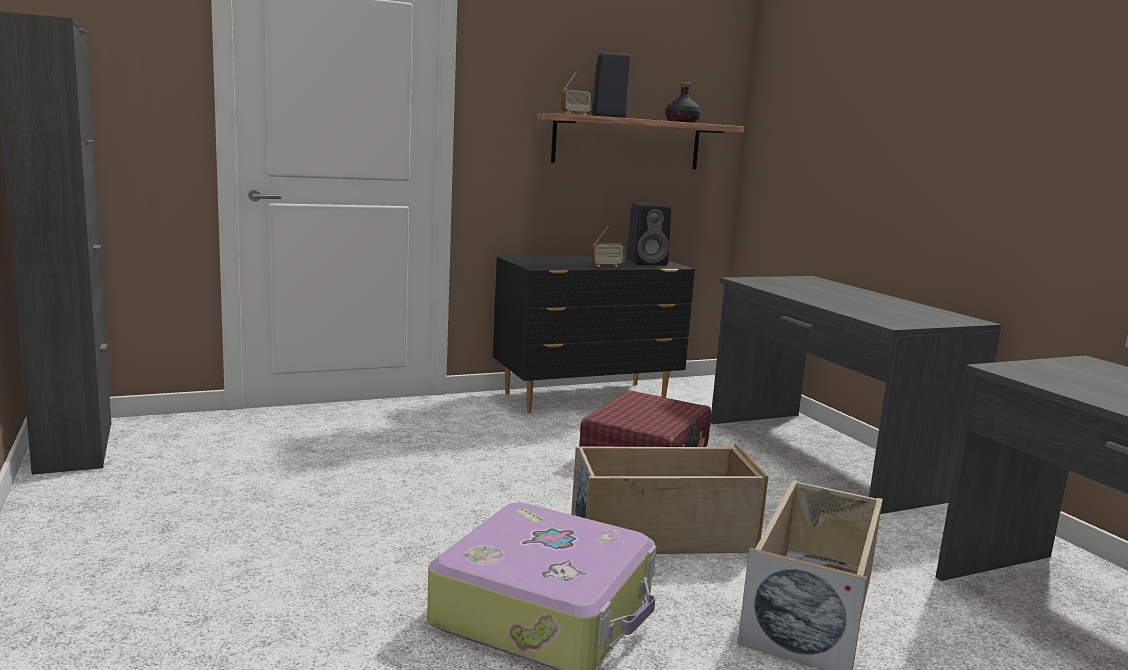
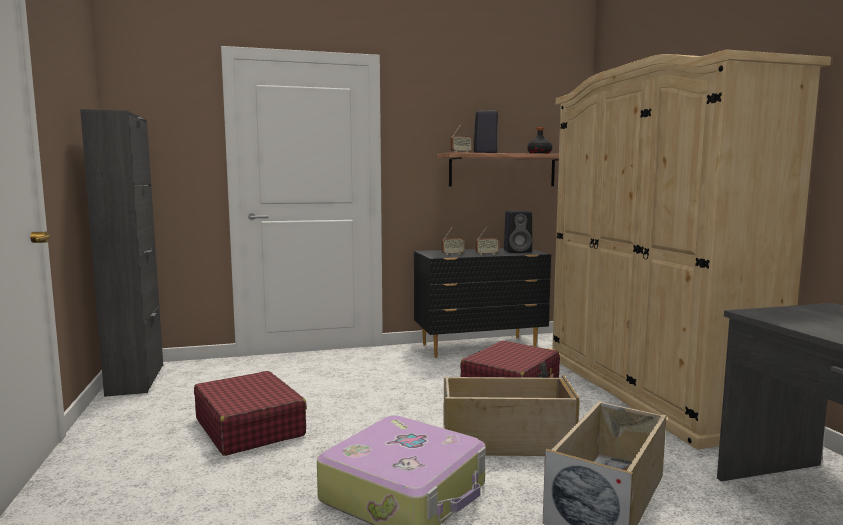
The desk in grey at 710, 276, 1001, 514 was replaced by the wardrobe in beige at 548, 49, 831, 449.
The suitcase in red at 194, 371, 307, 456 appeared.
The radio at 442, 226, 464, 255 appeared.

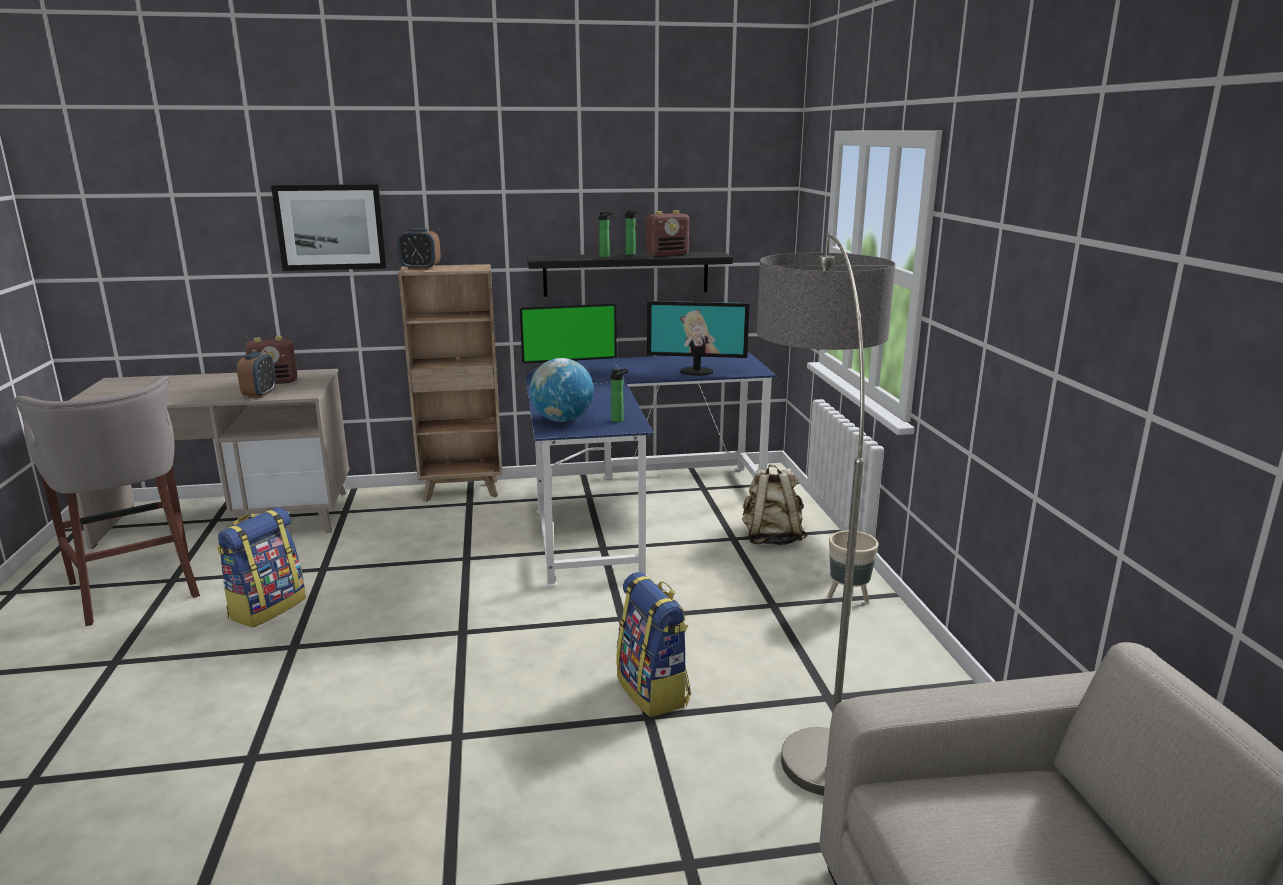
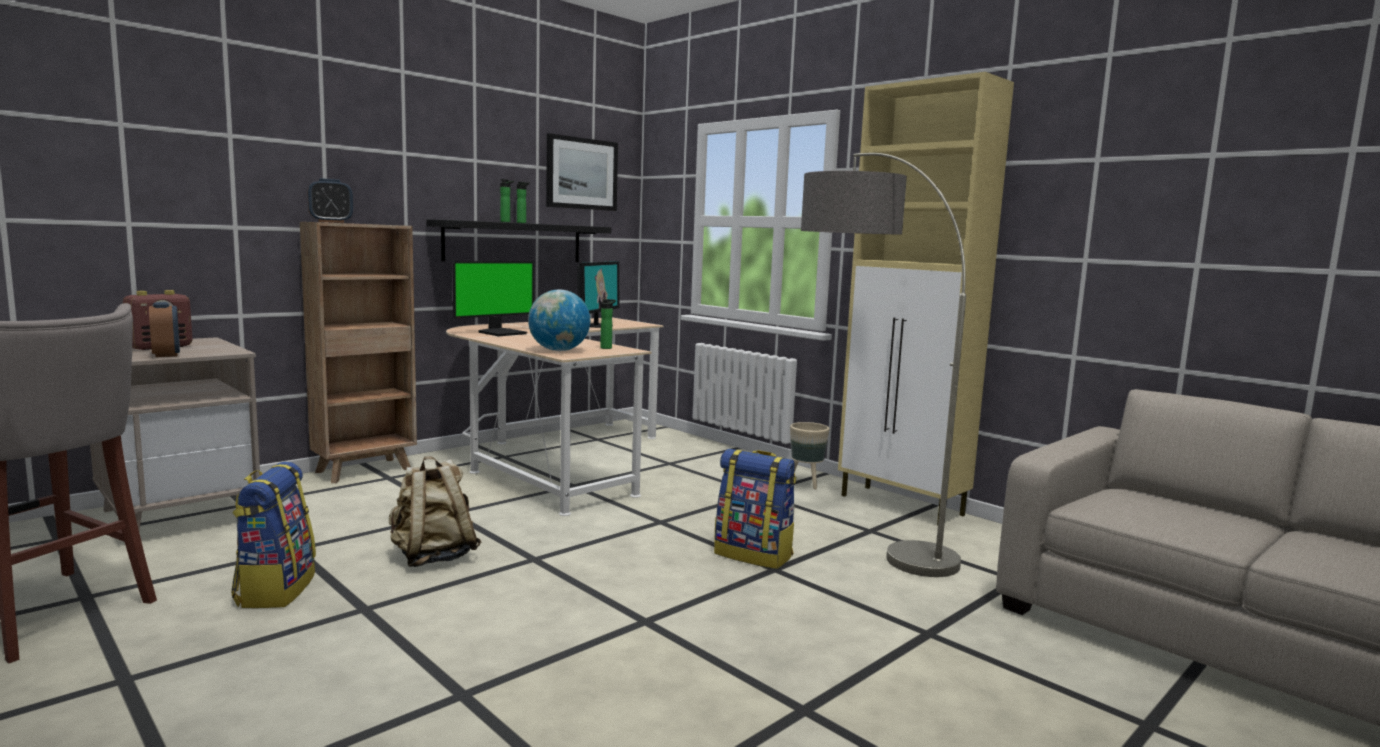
The picture moved from 271, 184, 387, 271 to 546, 133, 618, 211.
The desk in blue at 526, 353, 776, 587 became the desk in beige at 446, 317, 664, 516.
The radio at 646, 210, 689, 257 disappeared.
The monitor at 647, 301, 750, 376 turned 45 degrees counterclockwise.
The backpack in beige moved from 742, 464, 807, 545 to 389, 456, 481, 567.
The cabinet in beige at 838, 72, 1014, 525 appeared.

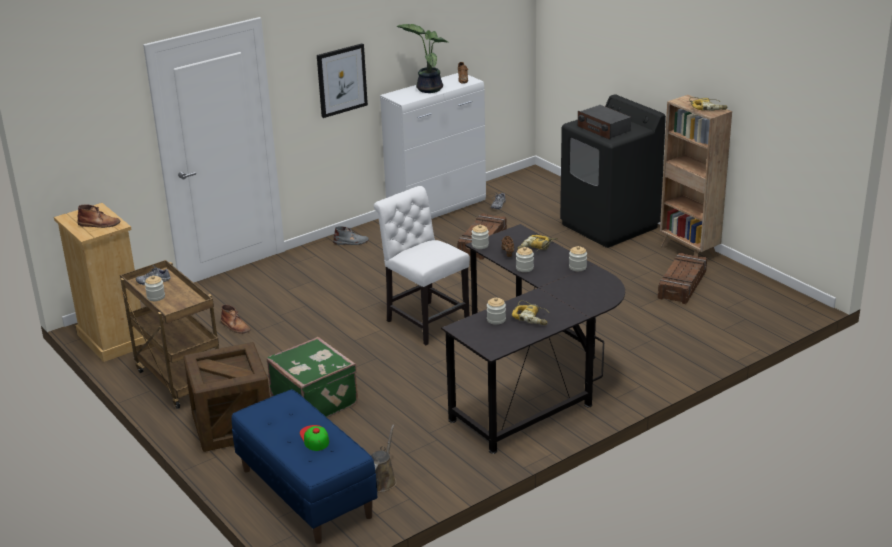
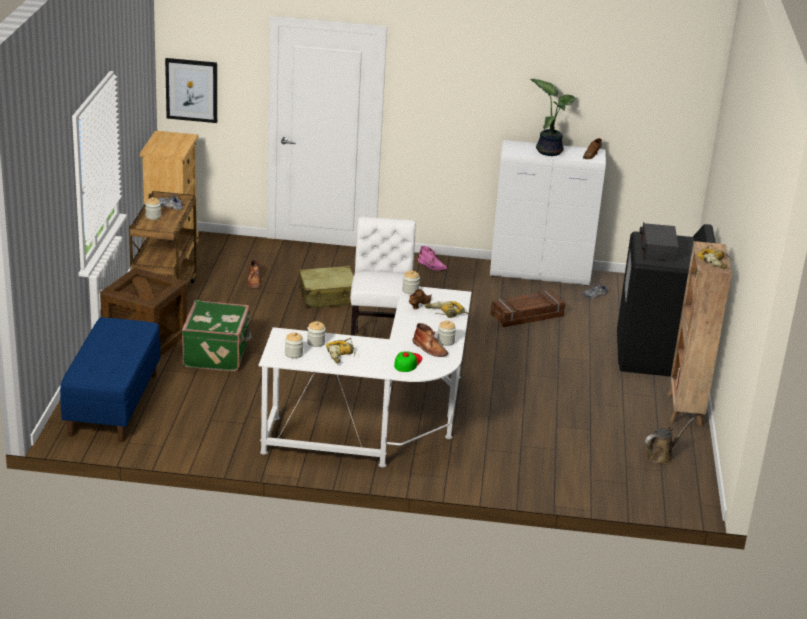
The boot in brown moved from 77, 204, 120, 228 to 413, 323, 448, 357.
The cap moved from 300, 425, 329, 451 to 394, 351, 423, 372.
The picture moved from 317, 43, 368, 118 to 165, 58, 217, 123.
The boot in grey at 333, 226, 369, 245 became the boot in pink at 417, 246, 447, 271.
The watering can in brown moved from 371, 425, 397, 492 to 644, 418, 695, 464.
The desk in black at 441, 224, 625, 454 became the desk in white at 259, 285, 471, 467.
The jar moved from 516, 247, 534, 272 to 285, 332, 304, 358.
The crate at 658, 252, 707, 304 disappeared.
The suitcase in beige at 299, 266, 354, 309 appeared.

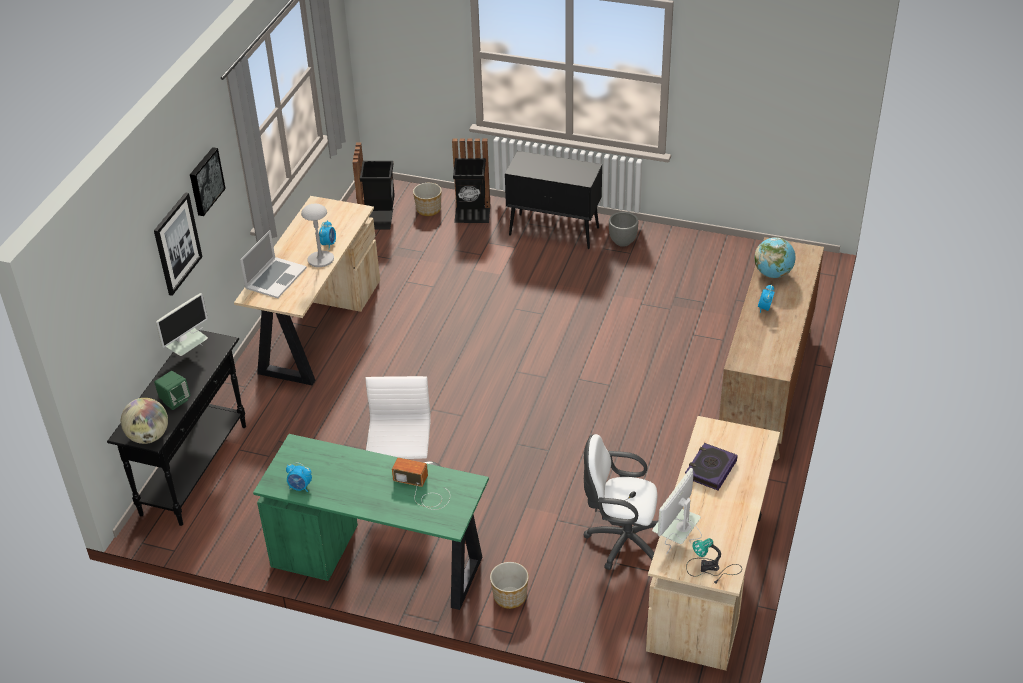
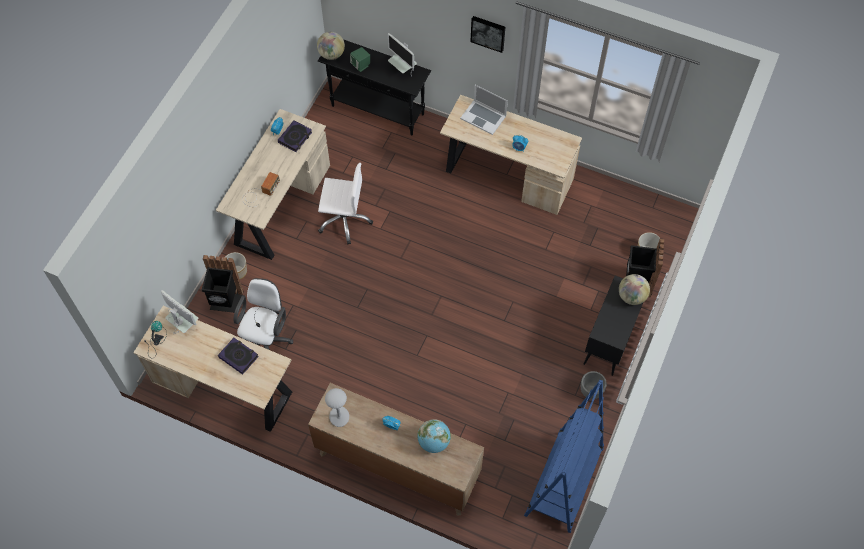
The picture at 154, 192, 202, 296 disappeared.
The desk in green at 253, 434, 489, 610 became the desk in beige at 216, 109, 330, 260.
The table lamp in grey moved from 301, 203, 334, 267 to 325, 388, 349, 427.
The trash can in black moved from 352, 143, 395, 230 to 202, 255, 243, 313.
The book at 278, 120, 312, 152 appeared.
The bookcase in blue at 524, 380, 604, 533 appeared.
The globe at 619, 274, 650, 305 appeared.

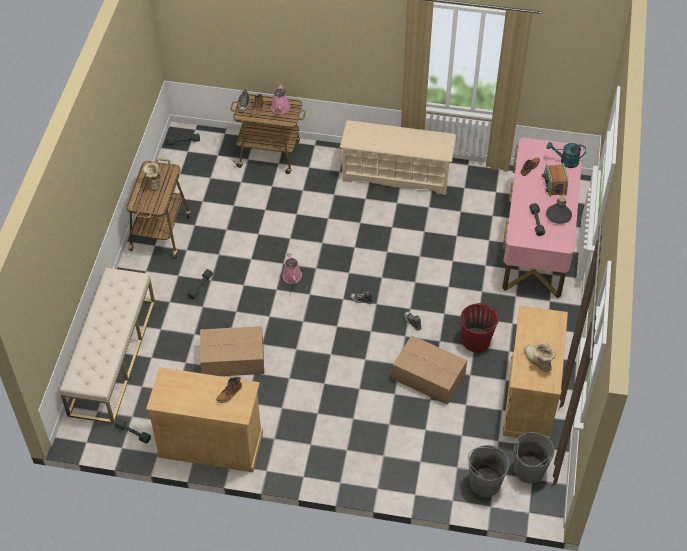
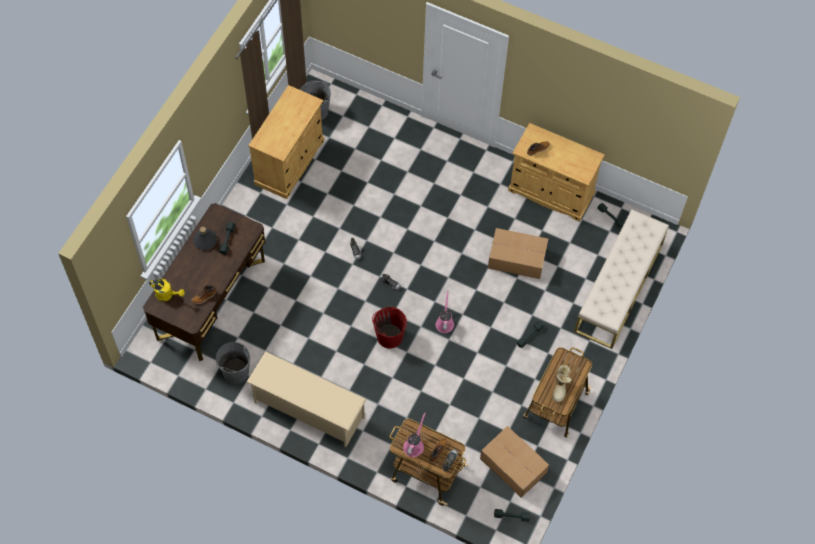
The cardboard box moved from 392, 335, 467, 405 to 480, 426, 549, 498.
The bucket in red moved from 461, 303, 500, 352 to 372, 307, 407, 349.
The bucket in grey moved from 468, 445, 509, 497 to 216, 342, 250, 384.
The desk in pink at 502, 138, 583, 298 became the desk in brown at 143, 203, 265, 361.
The boot at 524, 343, 555, 372 disappeared.
The radio at 542, 163, 568, 197 disappeared.
The watering can in turquoise at 547, 142, 586, 168 became the watering can in yellow at 149, 279, 185, 301.

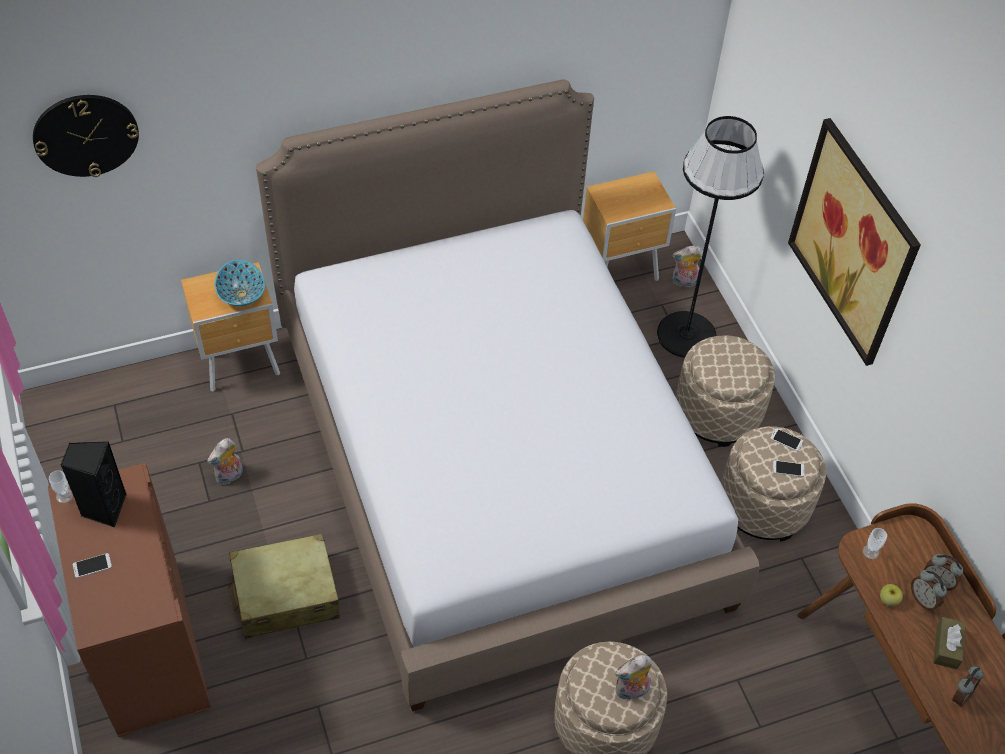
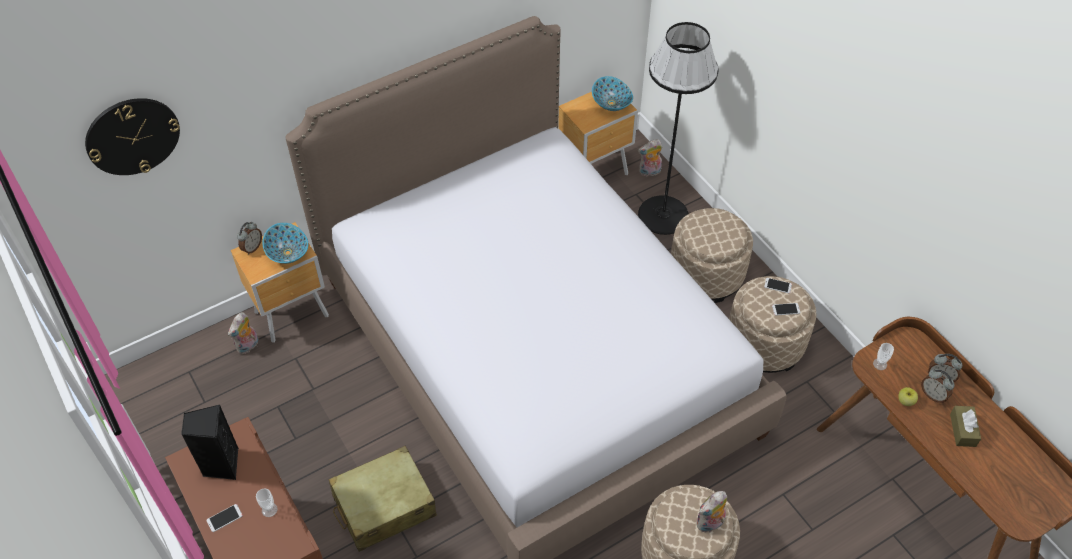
The cup moved from 49, 470, 73, 503 to 256, 488, 278, 517.
The plush toy moved from 207, 438, 243, 485 to 228, 312, 259, 354.
The picture at 788, 118, 921, 366 disappeared.
The alarm clock moved from 952, 666, 984, 707 to 237, 222, 262, 255.
The bowl at 592, 76, 633, 111 appeared.

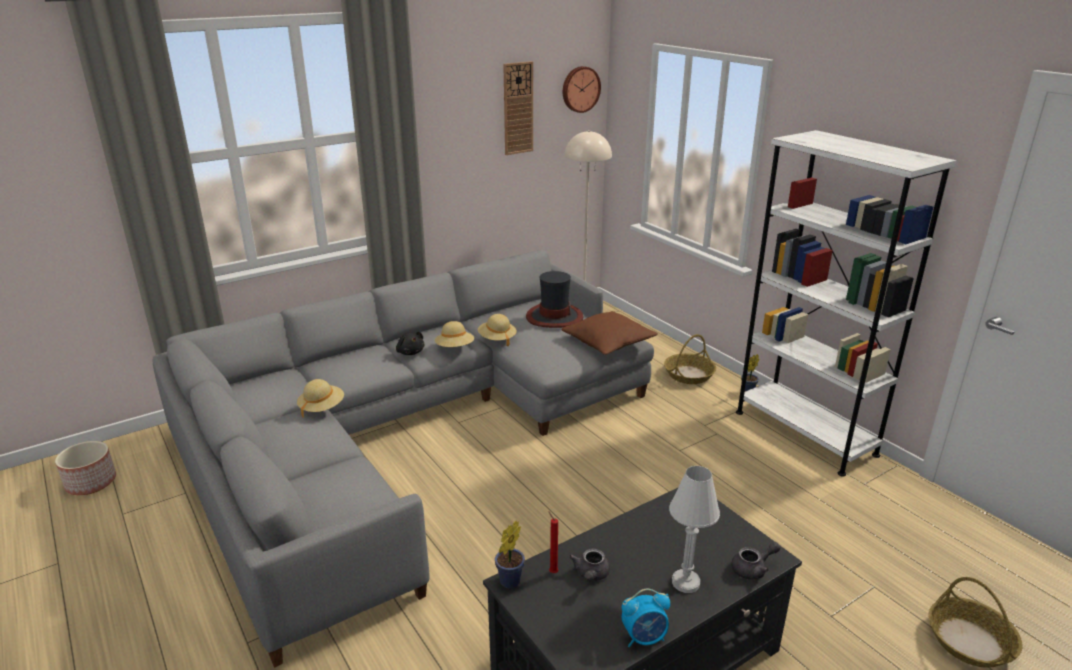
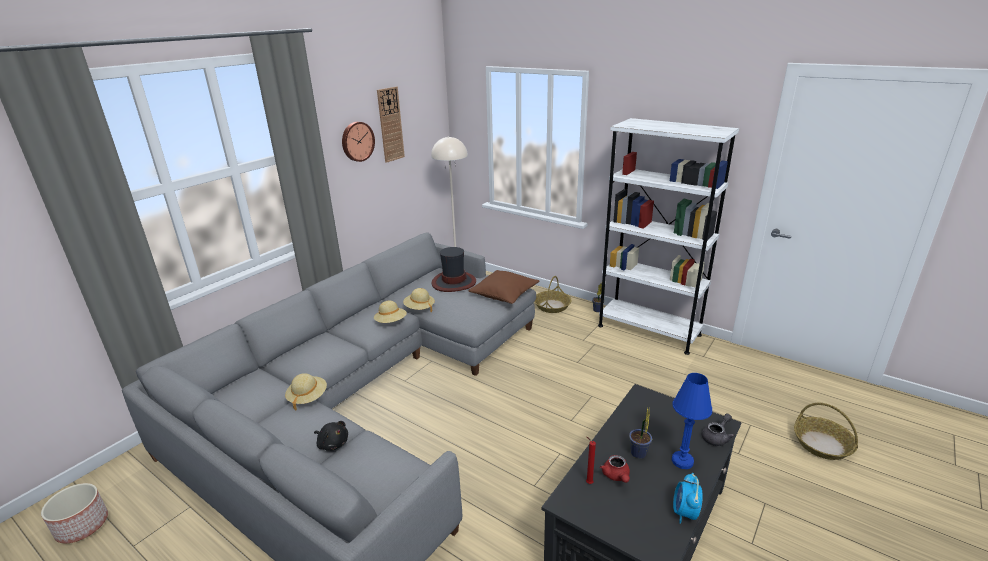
The plush toy in black moved from 396, 332, 425, 355 to 314, 421, 348, 451.
The potted plant moved from 495, 521, 525, 588 to 629, 408, 652, 459.
The wall clock moved from 563, 66, 601, 113 to 342, 122, 375, 162.
The teapot in grey at 569, 549, 610, 582 became the teapot in red at 600, 455, 630, 483.
The alarm clock at 622, 589, 670, 647 turned 135 degrees clockwise.
The table lamp in white at 669, 466, 720, 593 became the table lamp in blue at 672, 373, 712, 469.

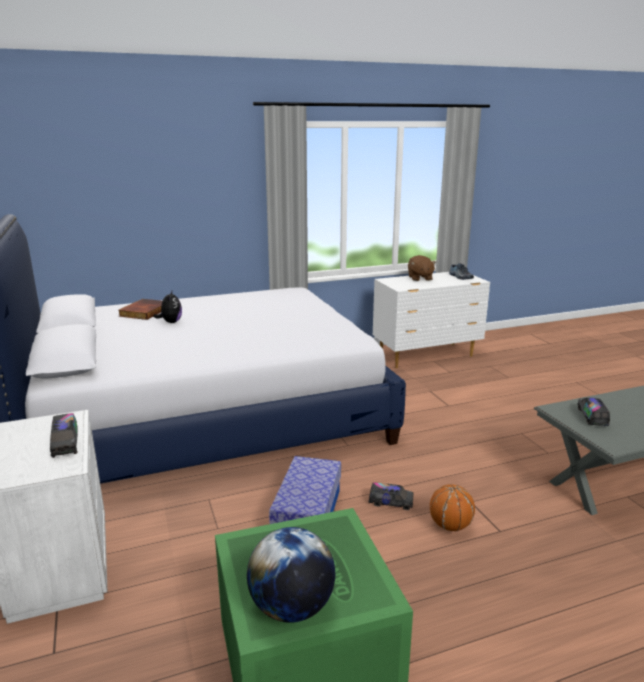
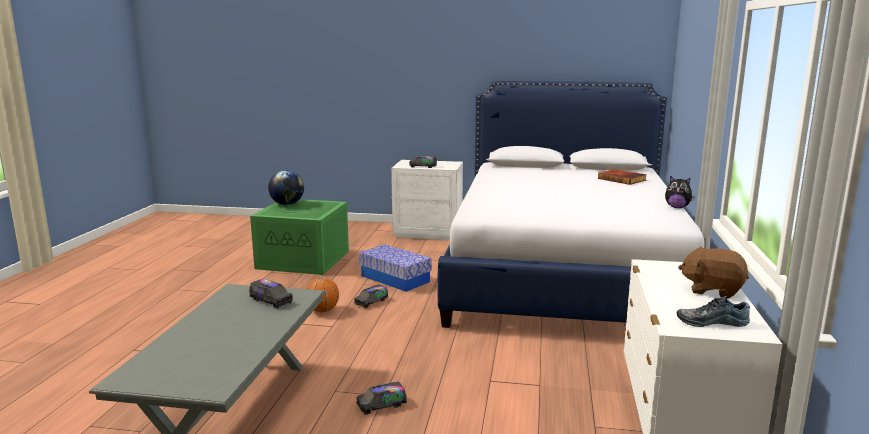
The plush toy moved from 154, 291, 182, 323 to 665, 176, 695, 208.
The toy truck at 356, 381, 407, 415 appeared.

